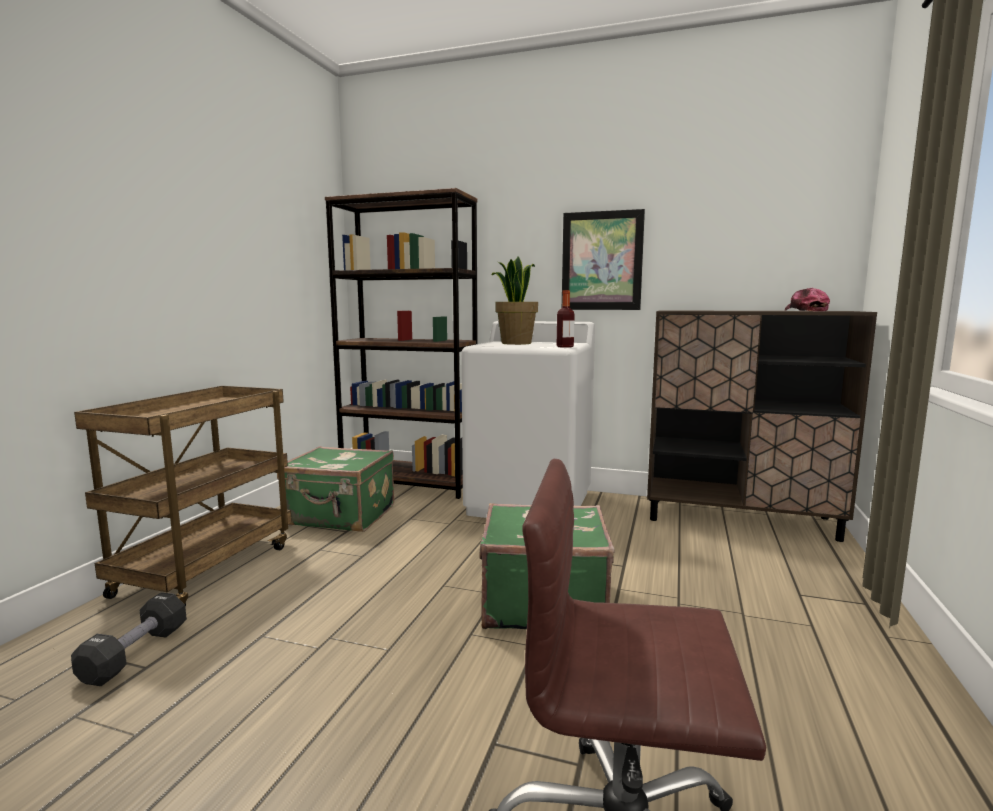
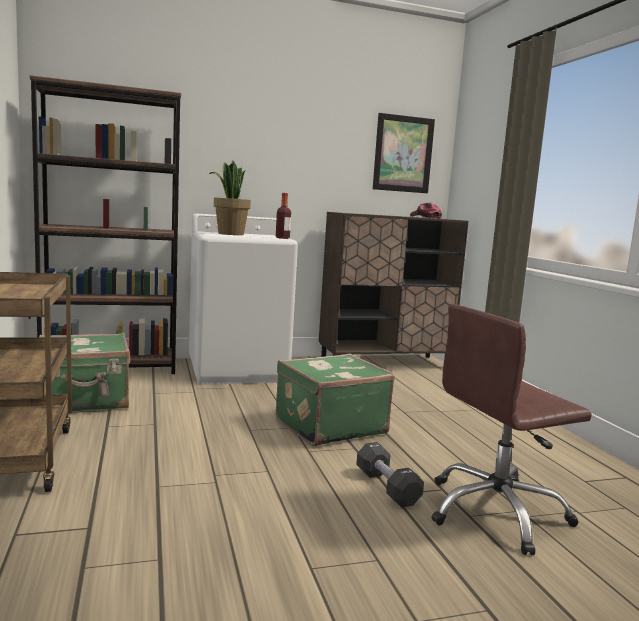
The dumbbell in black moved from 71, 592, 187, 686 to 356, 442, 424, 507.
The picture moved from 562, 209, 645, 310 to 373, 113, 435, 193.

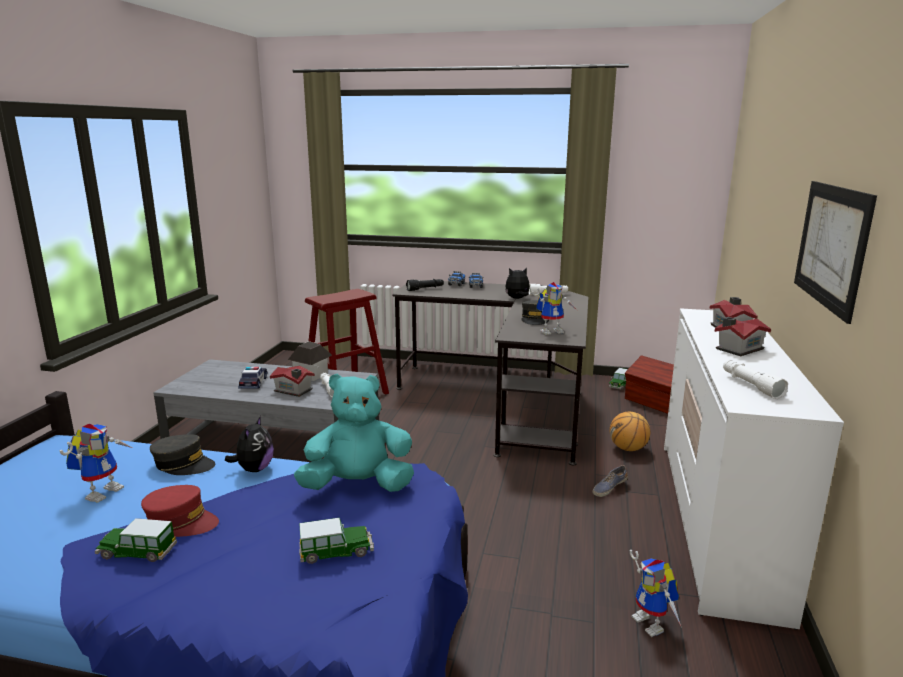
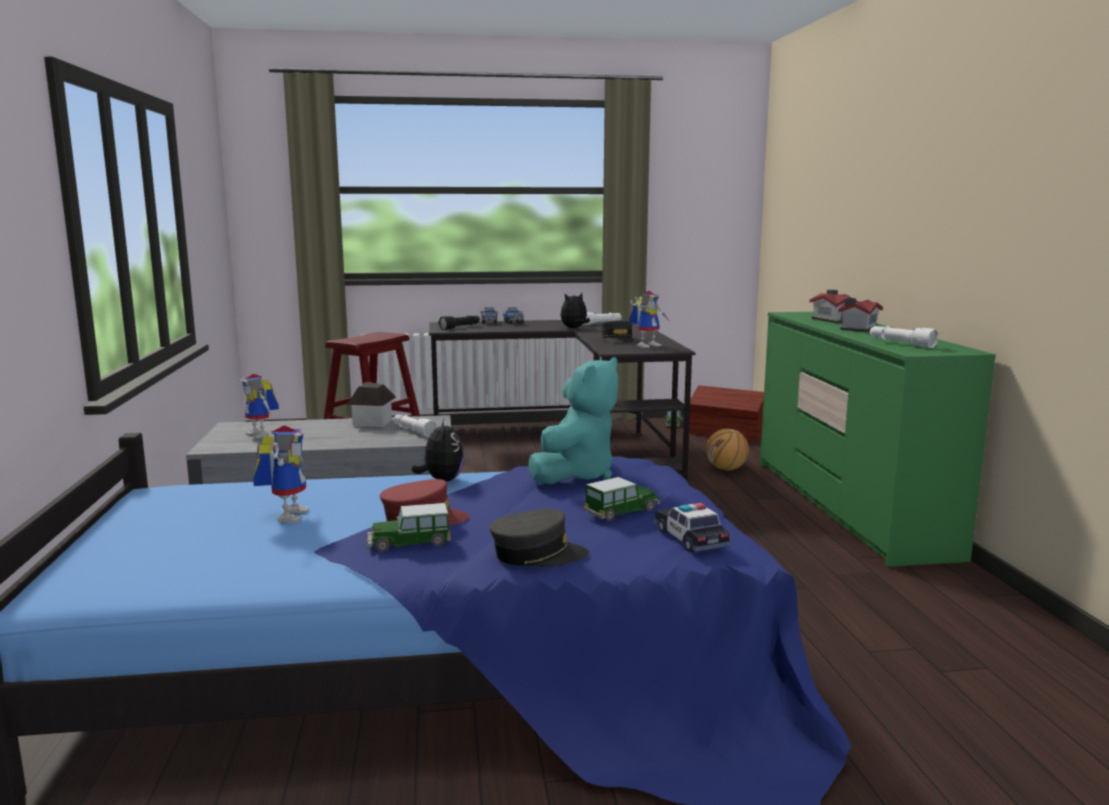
The cap in grey moved from 150, 434, 215, 475 to 490, 509, 589, 567.
The toy car moved from 238, 367, 268, 389 to 653, 503, 731, 552.
The toy house at 270, 366, 315, 397 disappeared.
The plush toy in turquoise at 294, 373, 414, 492 turned 150 degrees clockwise.
The shoe at 592, 465, 628, 497 disappeared.
The toy robot moved from 630, 550, 682, 637 to 240, 374, 279, 439.
The dresser in white at 664, 308, 844, 630 became the dresser in green at 760, 312, 996, 568.
The picture at 794, 181, 877, 324 disappeared.

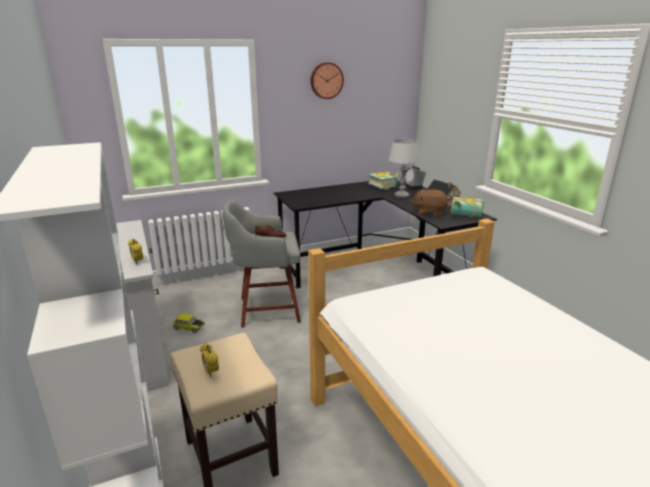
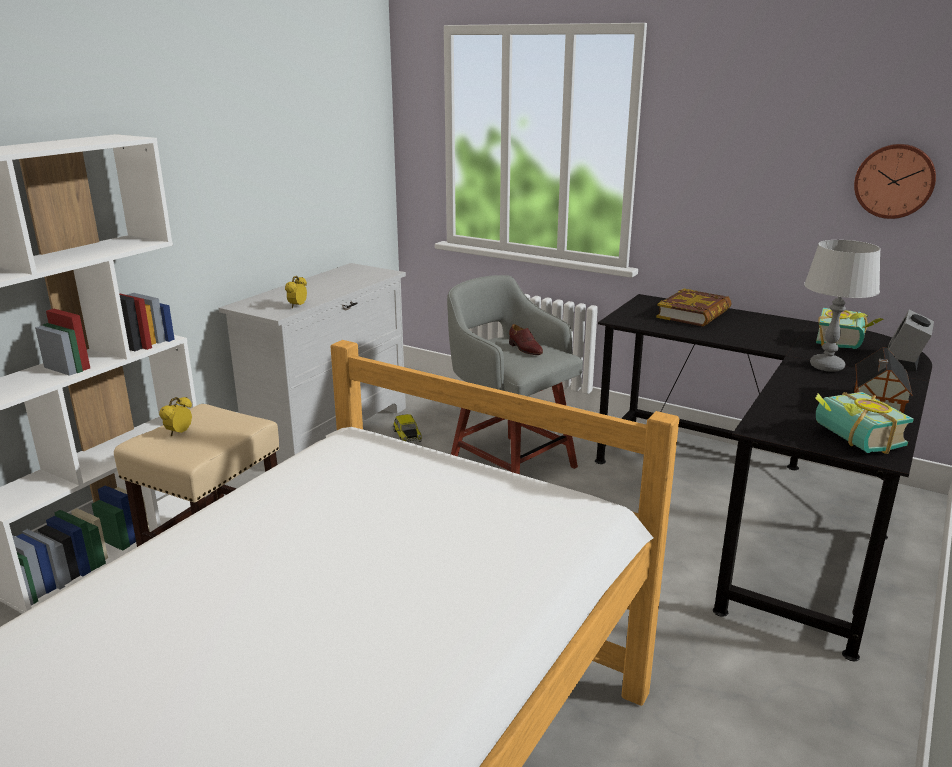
The wall clock moved from 311, 62, 344, 99 to 854, 144, 936, 219.
The plush toy in brown at 411, 189, 448, 217 disappeared.
The book at 656, 289, 732, 327 appeared.

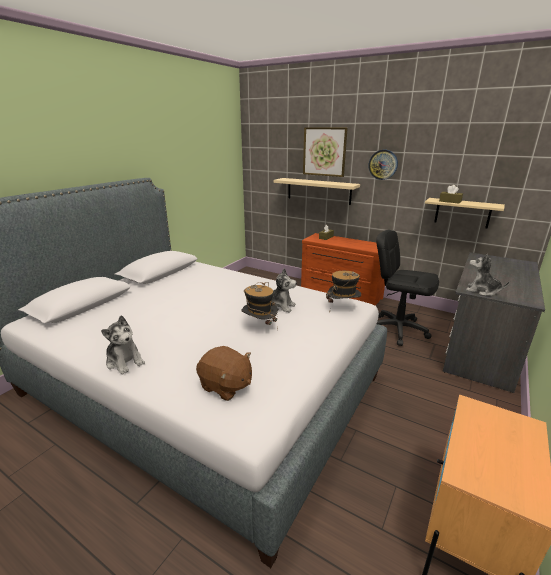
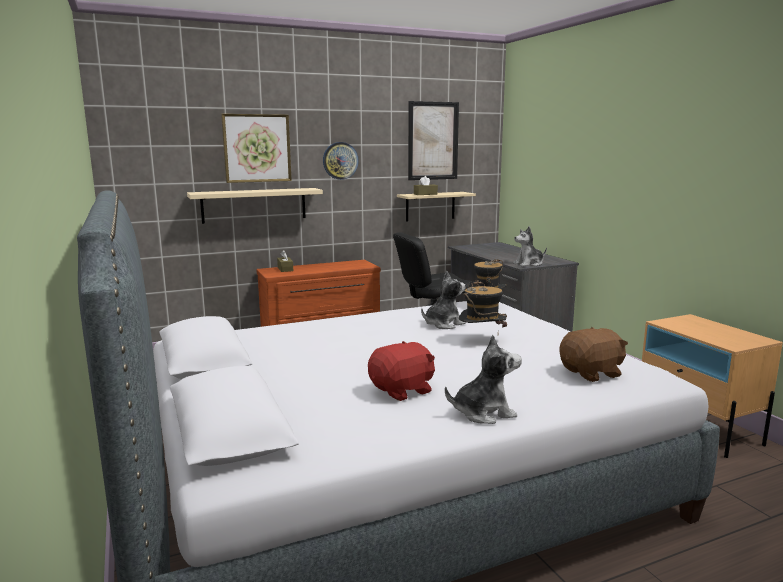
The plush toy in red at 368, 341, 435, 401 appeared.
The picture at 408, 101, 459, 180 appeared.

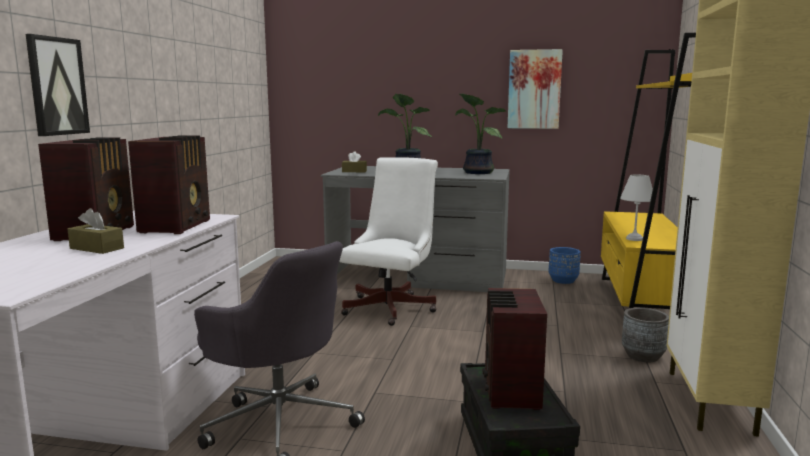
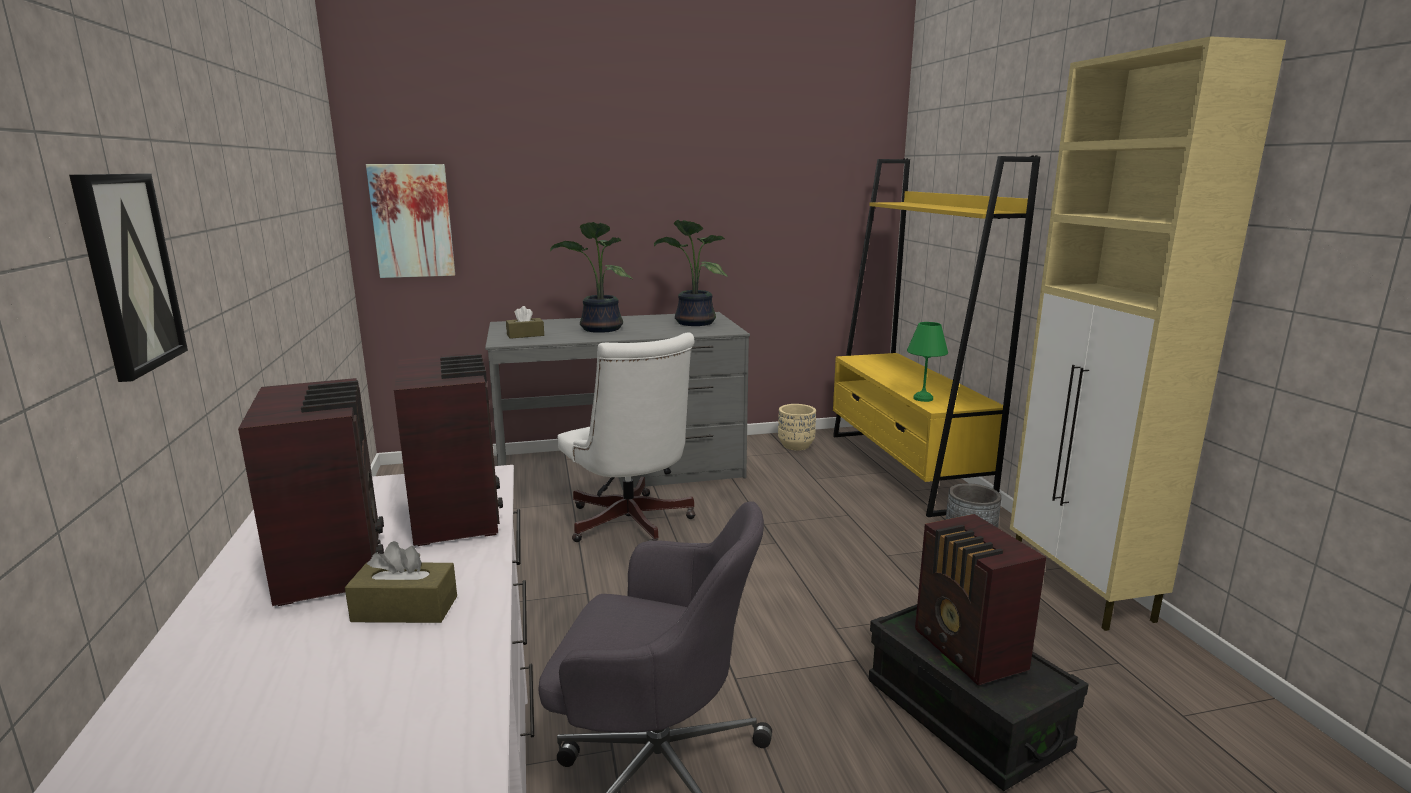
The office chair in white at 339, 157, 438, 326 turned 150 degrees clockwise.
The picture moved from 508, 49, 563, 129 to 366, 164, 455, 278.
The planter in blue at 549, 247, 581, 284 became the planter in beige at 778, 404, 816, 450.
The table lamp in white at 620, 175, 653, 241 became the table lamp in green at 907, 322, 948, 402.

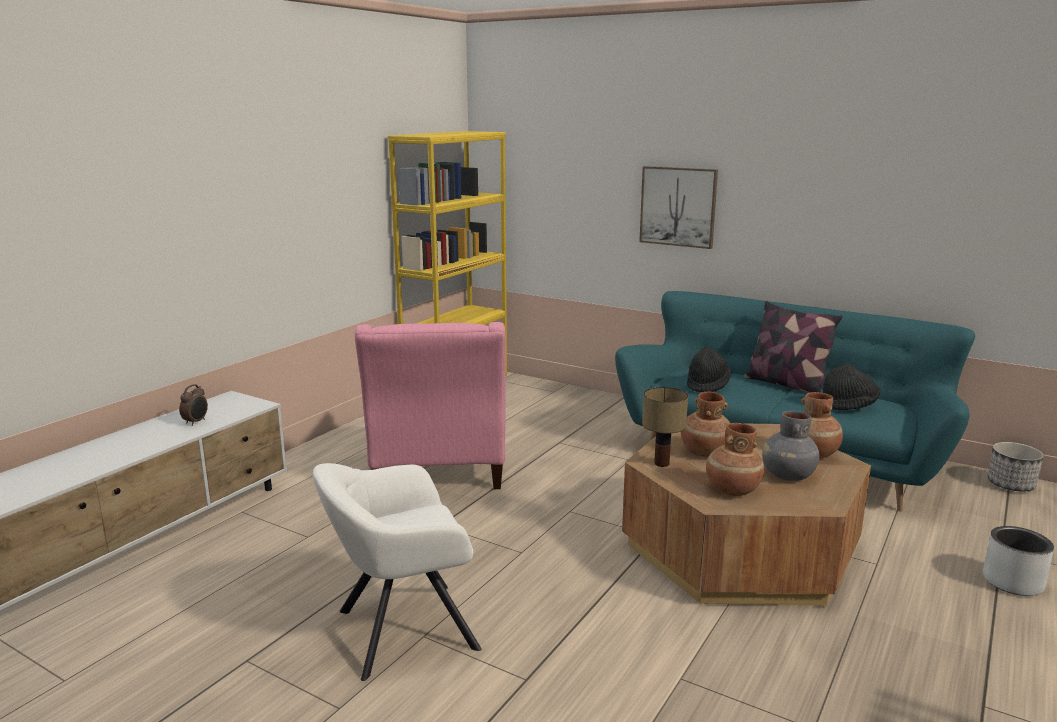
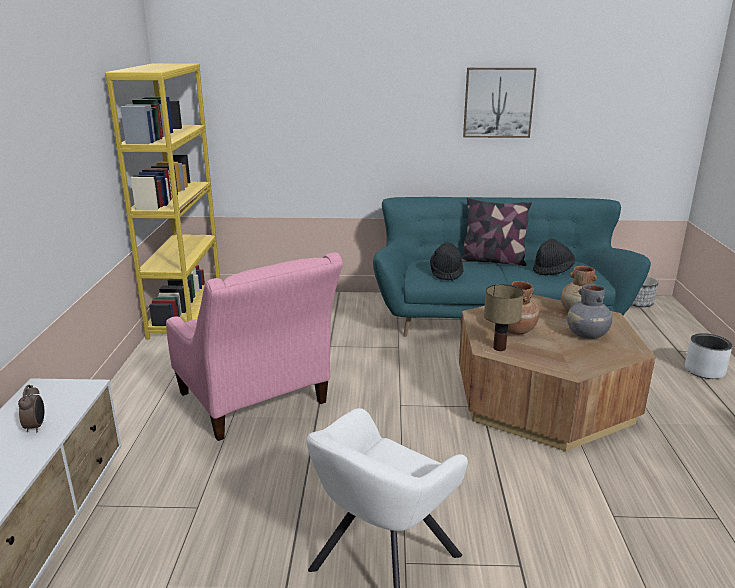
The picture moved from 639, 166, 718, 249 to 463, 68, 537, 138.
The vase in brown at 706, 423, 764, 496 disappeared.

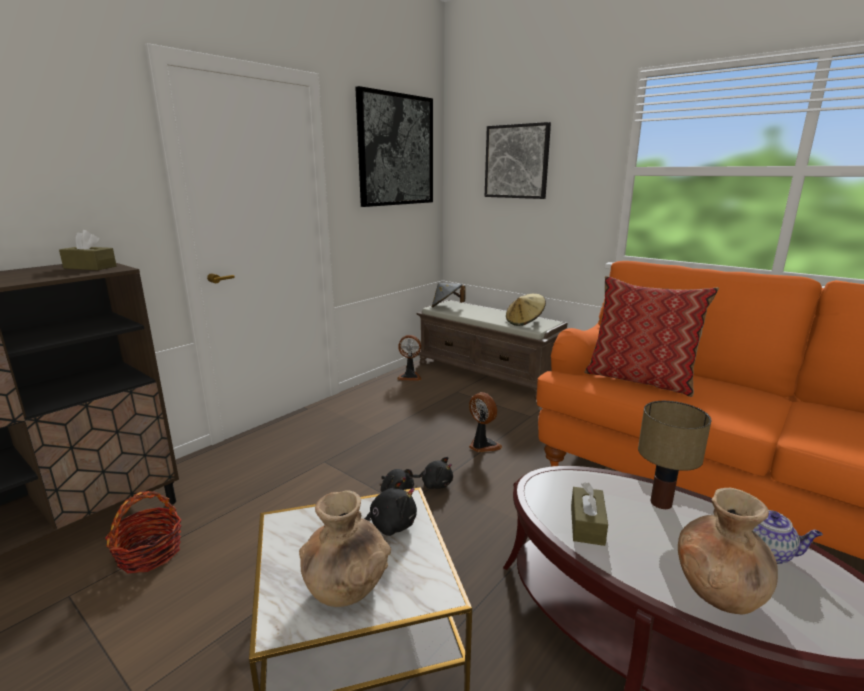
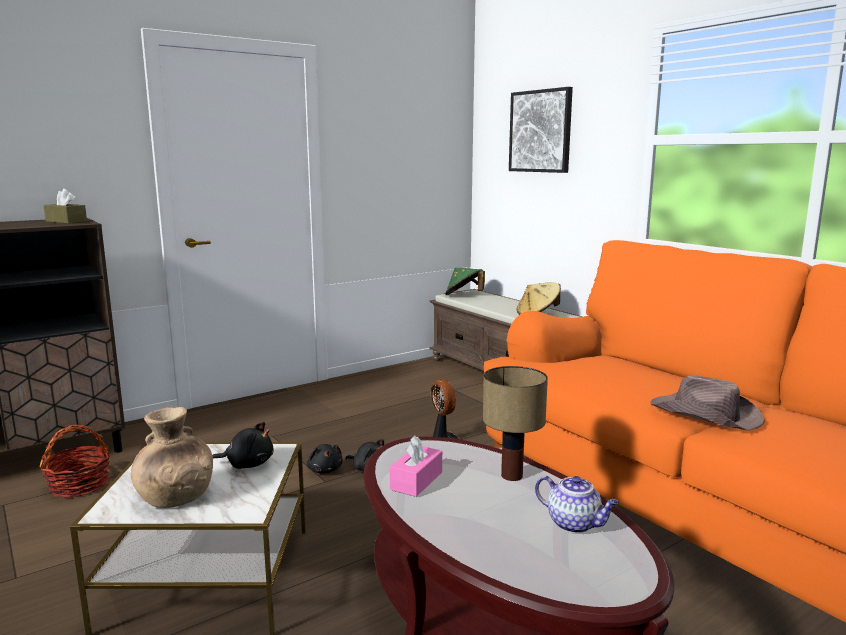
The picture at 355, 86, 433, 207 disappeared.
The fan at 397, 335, 421, 381 disappeared.
The hat in grey at 431, 283, 466, 308 became the hat in green at 445, 268, 485, 295.
The tissue box in brown at 571, 482, 608, 546 became the tissue box in pink at 390, 436, 442, 497.
The pillow at 584, 276, 719, 397 disappeared.
The vase in brown at 678, 488, 778, 614 disappeared.
The hat in brown at 651, 375, 765, 431 appeared.

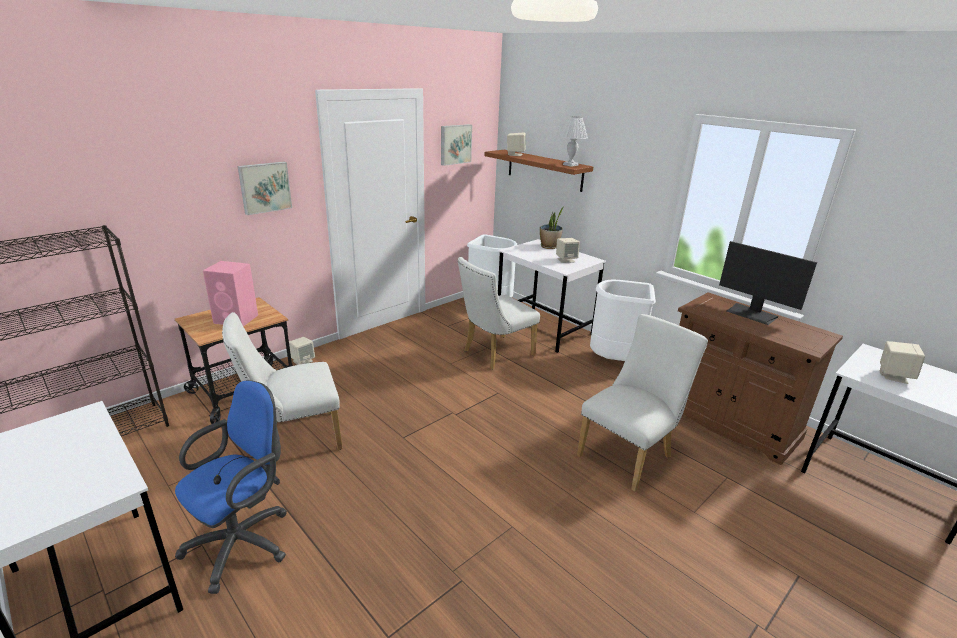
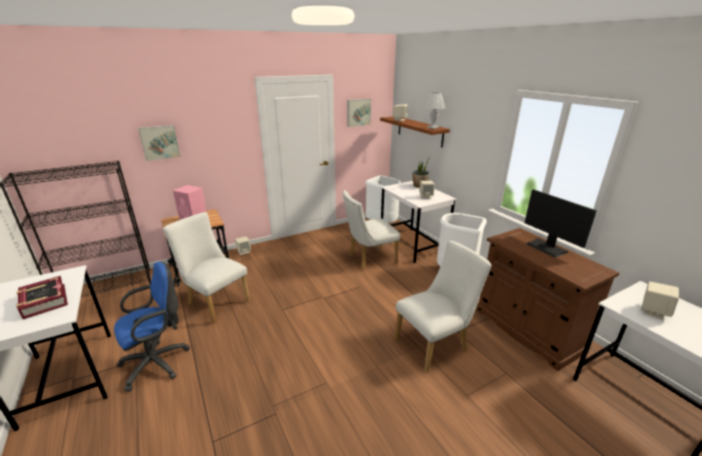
The chair in white at 222, 312, 343, 450 turned 45 degrees clockwise.
The picture moved from 238, 162, 292, 215 to 138, 125, 181, 161.
The book at 16, 276, 68, 319 appeared.

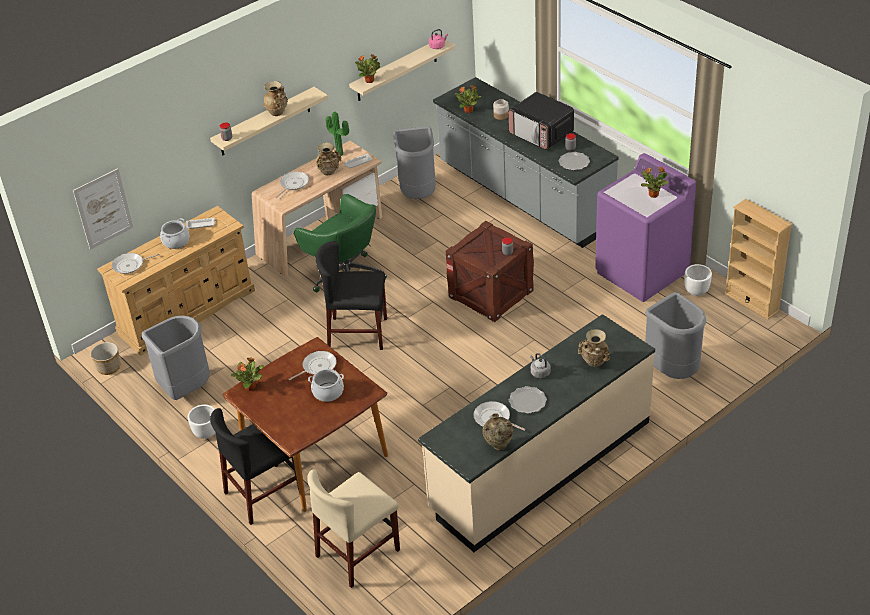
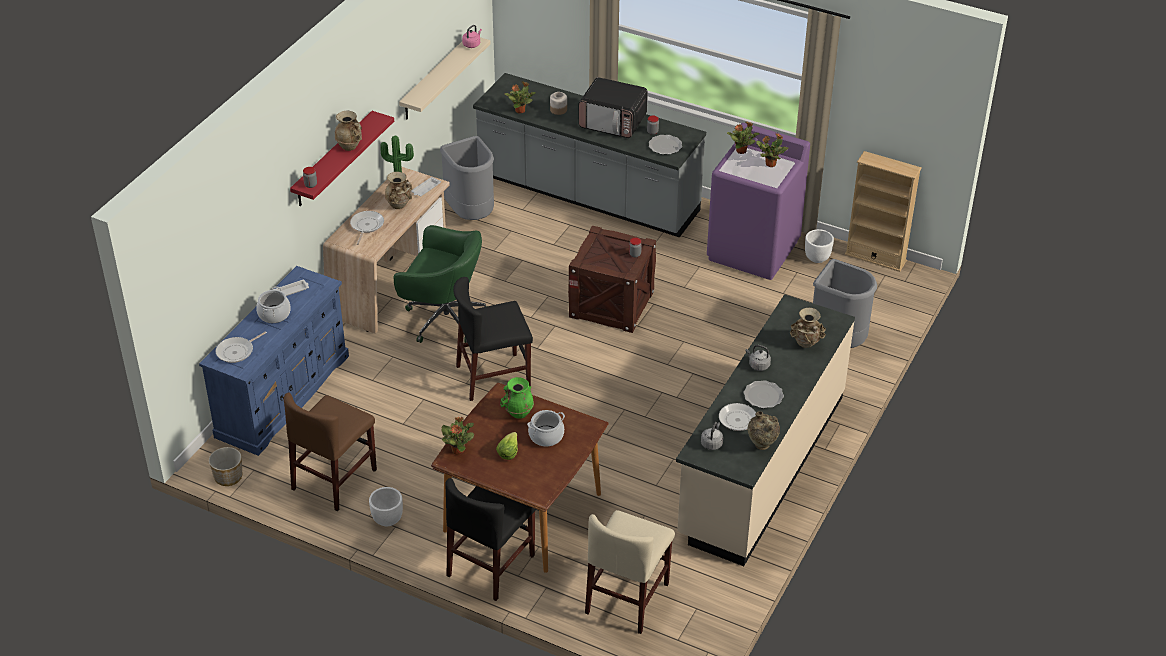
The picture at 73, 168, 133, 250 disappeared.
The dresser in beige at 97, 206, 255, 356 became the dresser in blue at 199, 266, 349, 456.
The trash can in grey at 142, 316, 210, 400 was replaced by the chair in brown at 283, 393, 377, 511.
The shelf in beige at 210, 87, 328, 155 became the shelf in red at 290, 111, 394, 206.
The frying pan at 288, 351, 337, 380 was replaced by the vase in green at 500, 377, 534, 419.
The potted plant moved from 355, 54, 381, 83 to 727, 121, 760, 154.
The lettuce at 496, 432, 518, 460 appeared.
The kettle in grey at 701, 422, 724, 450 appeared.

